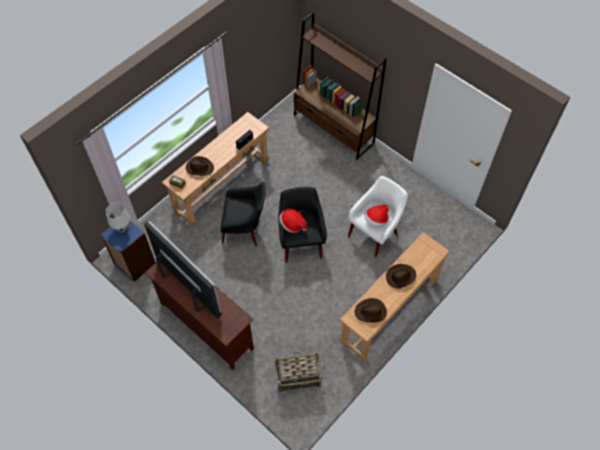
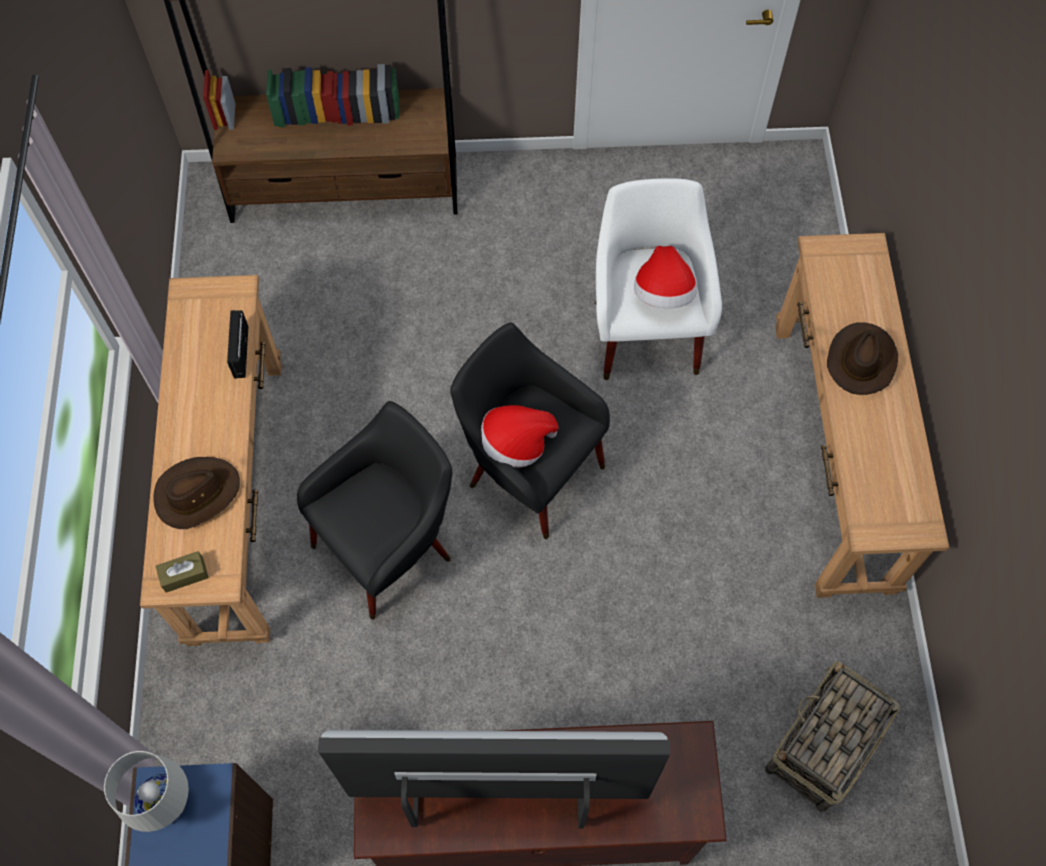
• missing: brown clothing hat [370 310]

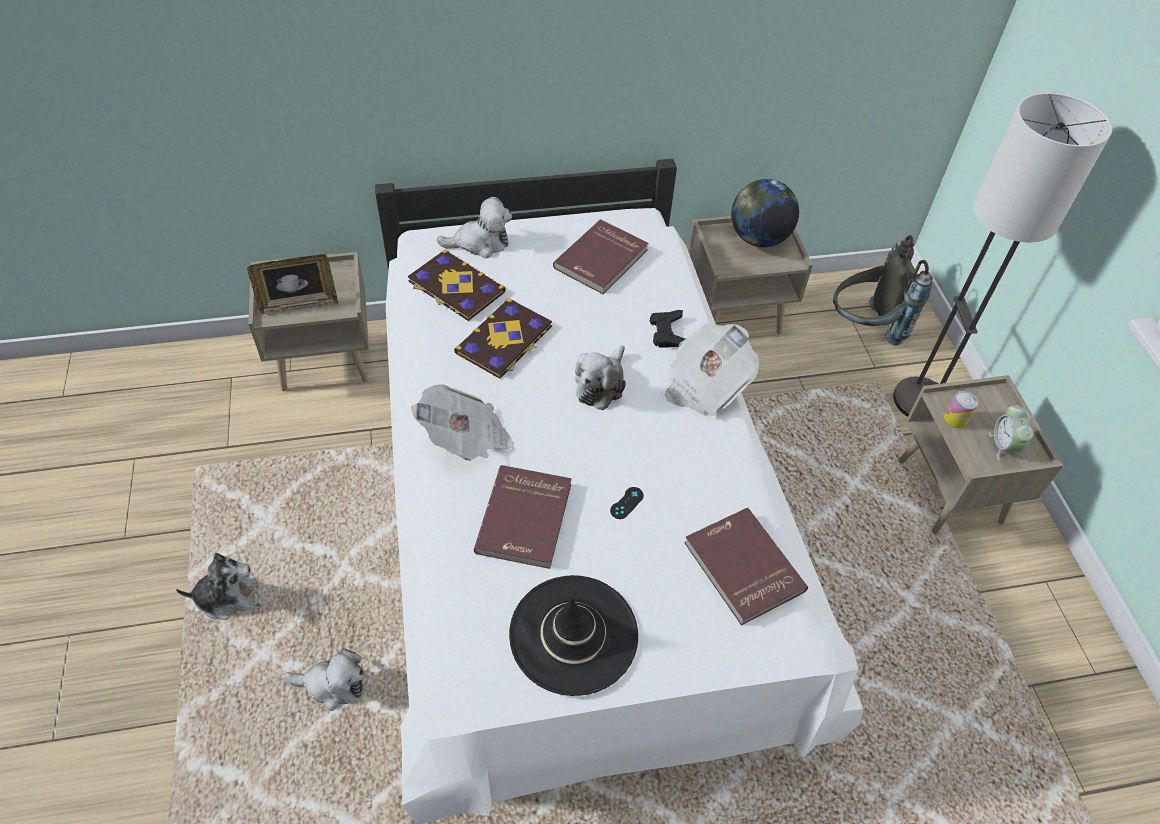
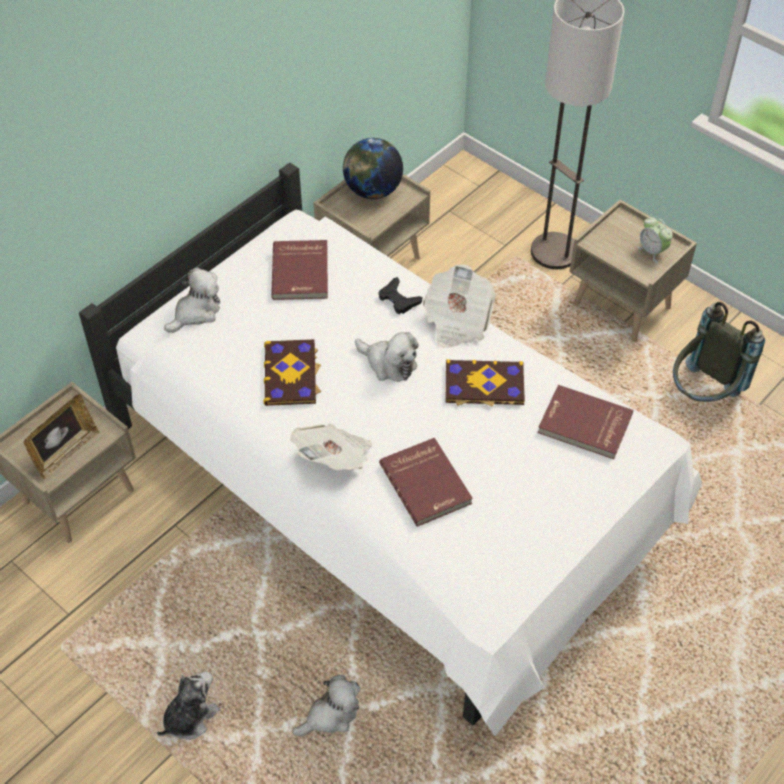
• spun: cuddly toy [600 377] = [387 357] 45 degrees counterclockwise
• relocated: volume [457 285] to [485 382]
• relocated: greyish rucksack [883 290] to [719 352]
• missing: blackish clothing hat [573 635]
• missing: blackish game controller [627 503]
• missing: sealed can [961 409]

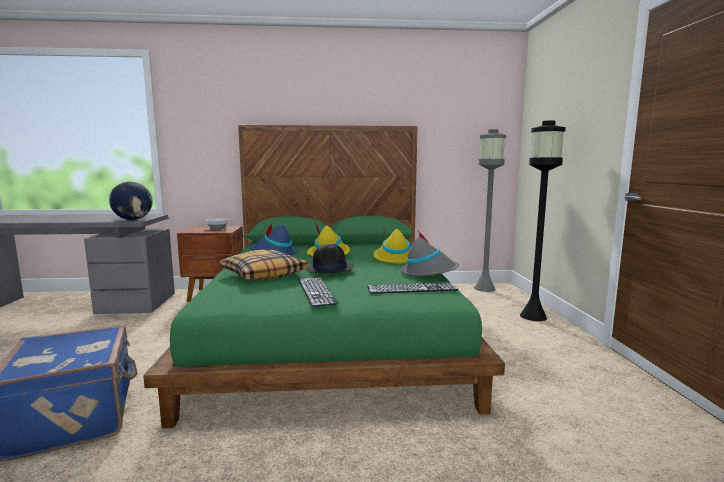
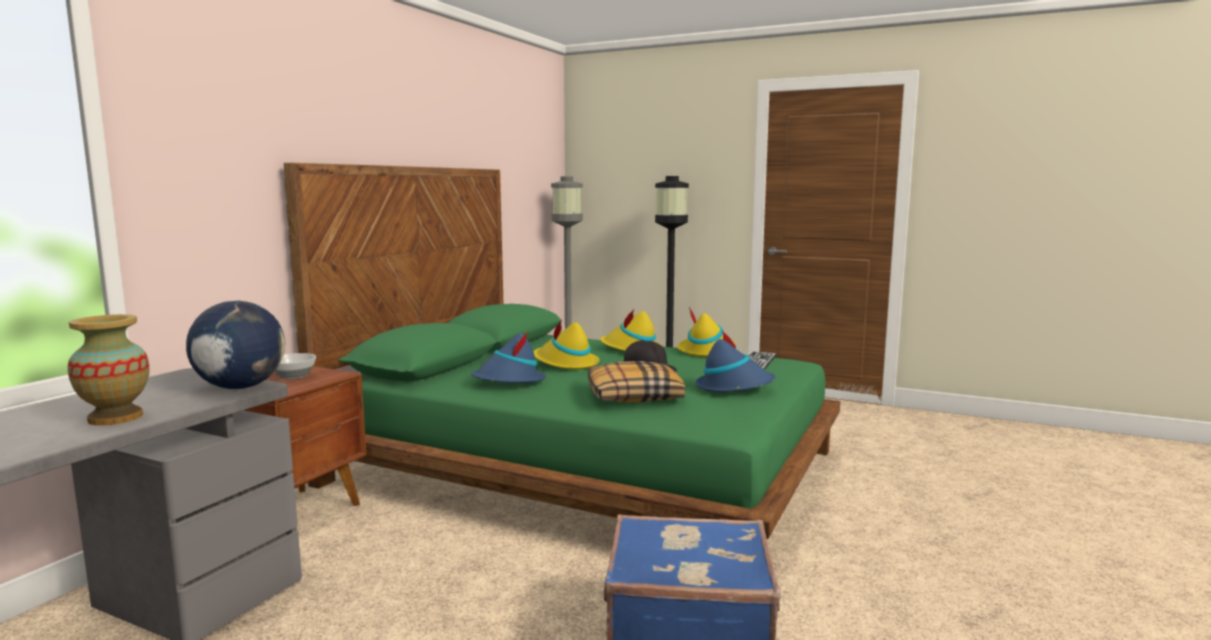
• appeared: flower vase [109 370]
• colour: greyish clothing hat [430 253] to yellow clothing hat [706 332]
• exchanged: PC keyboard [318 292] to bluish clothing hat [735 360]

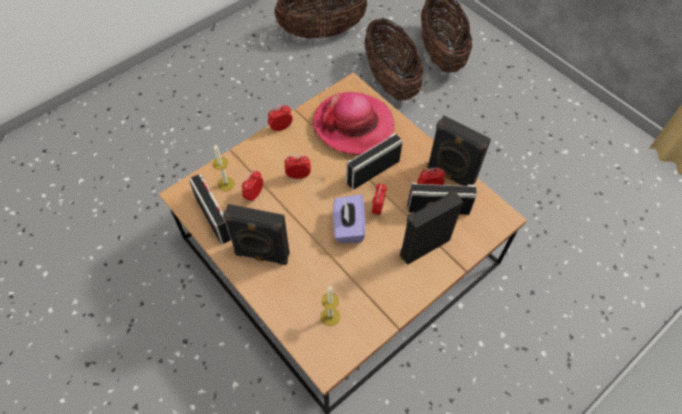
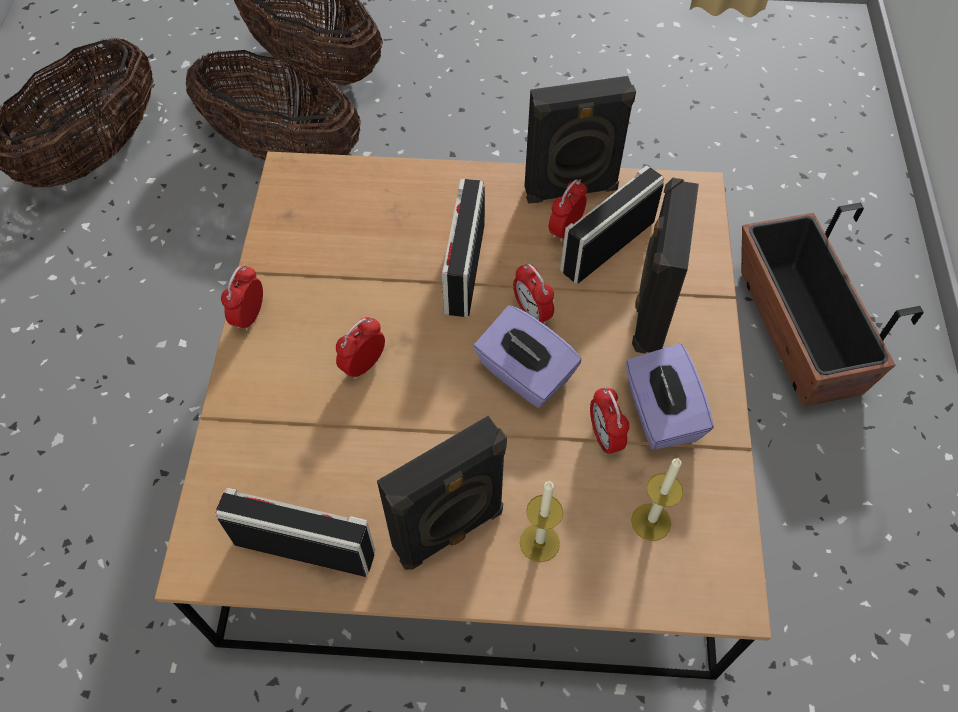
• relocated: candle [224 168] to [541 521]
• relocated: bedside clock [252 186] to [609 421]
• appeared: purplish tissue holder [669 396]
• appeared: flower pot [832 304]
• missing: clothing hat [354 123]

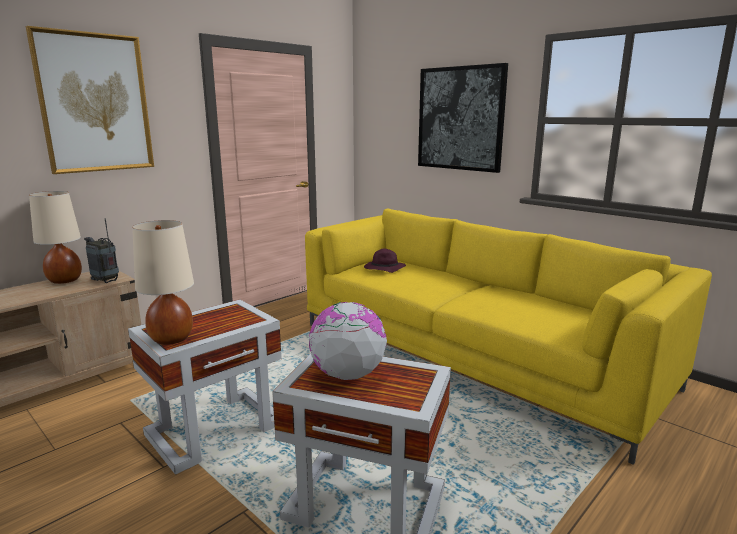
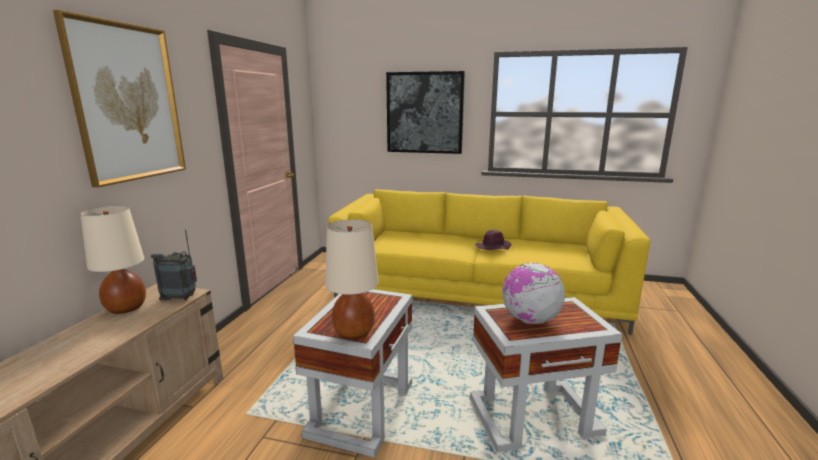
• relocated: purplish clothing hat [385 261] to [494 240]

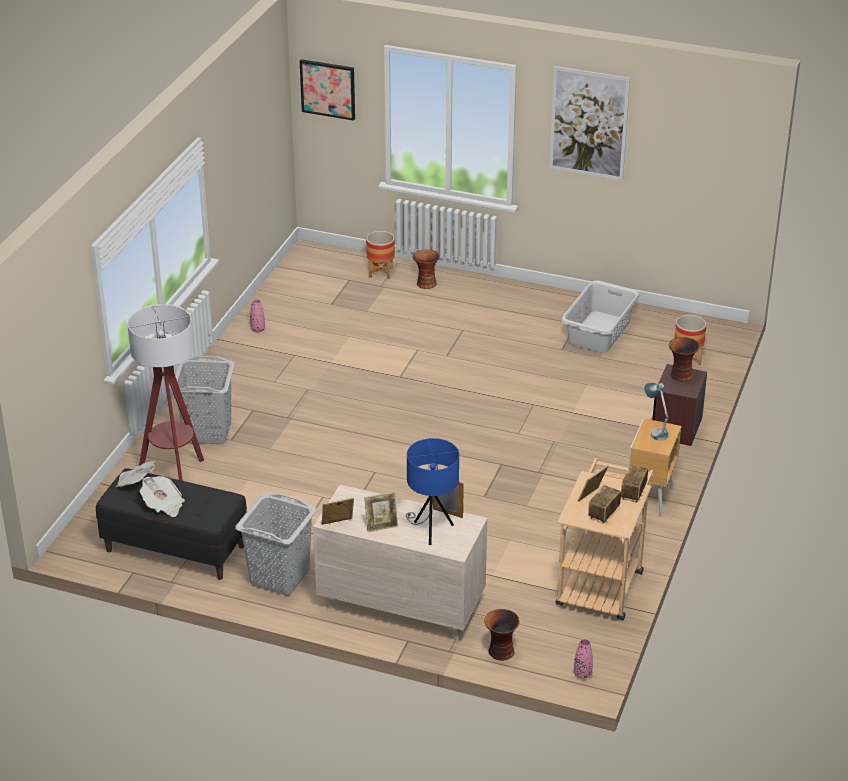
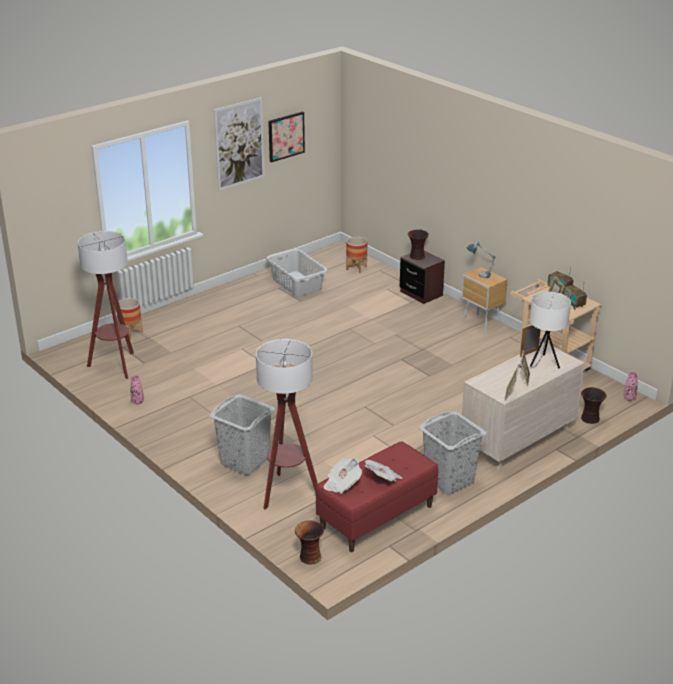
• appeared: floor lamp [106 305]
• relocated: wall picture [327 90] to [286 137]
• relocated: flower vase [426 269] to [309 543]
• colour: blackish indoor bench [171 524] to red indoor bench [377 496]
• colour: bluish tabletop lamp [432 491] to whitish tabletop lamp [544 330]

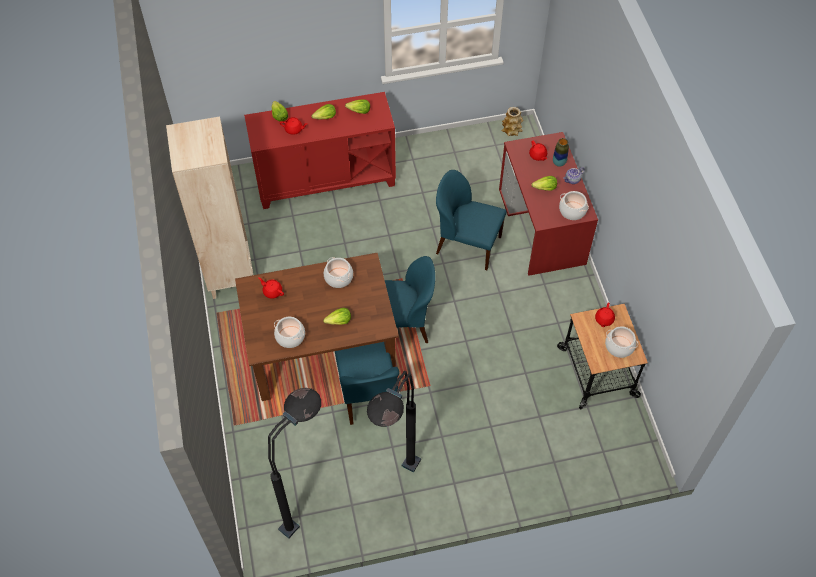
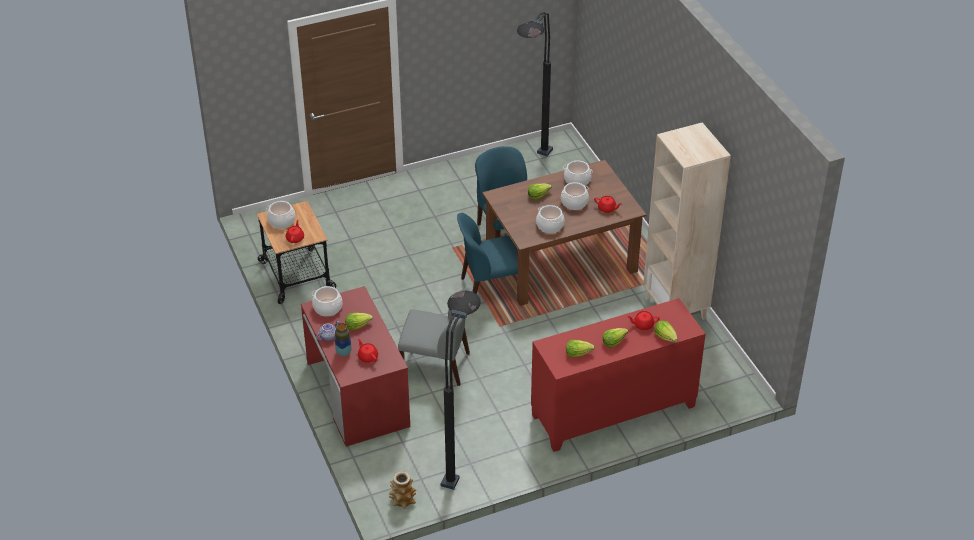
• colour: bluish plain chair [471 220] to greyish plain chair [435 337]
• relocated: blackish floor lamp [394 422] to [461 390]
• appeared: stockpot [575 196]

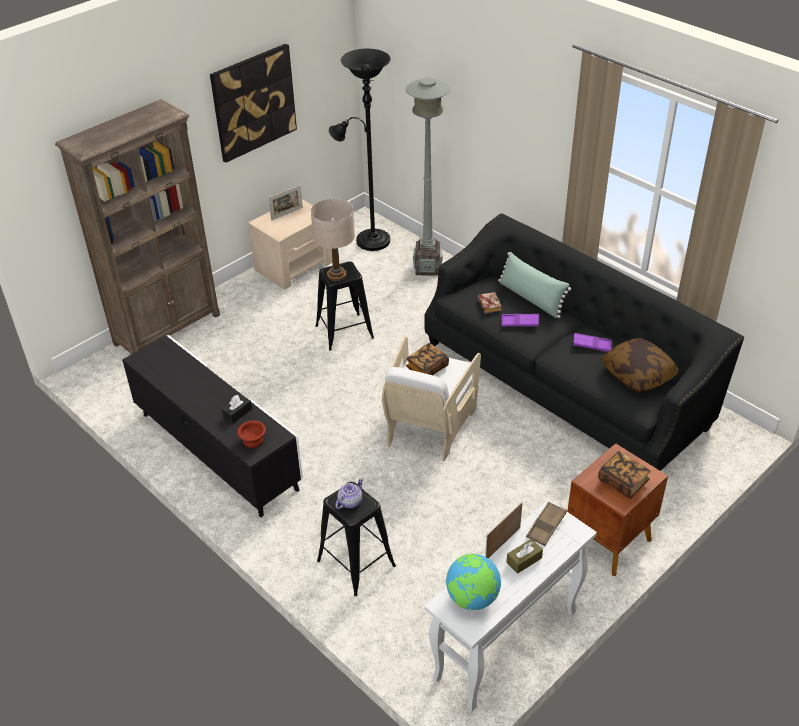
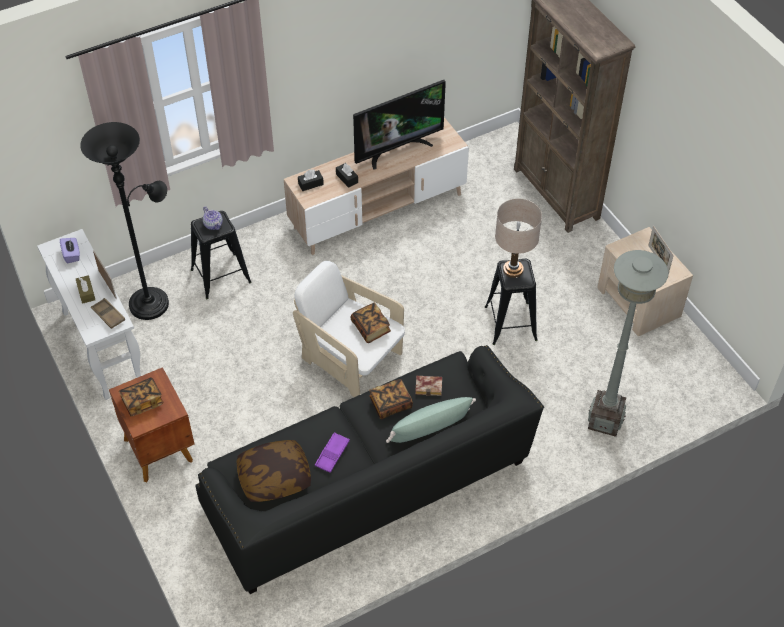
• exchanged: desk globe [473 582] to purplish tissue holder [70 250]
• relocated: blackish floor lamp [359 150] to [124 221]
• colour: blackish media console [212 426] to beige-coloured media console [376 186]
• exchanged: brown serving bowl [251 434] to blackish tissue holder [311 180]
• appeared: TV set [399 125]
• exchanged: purplish carrying tray [520 320] to volume [391 399]
• missing: wall picture [253 103]

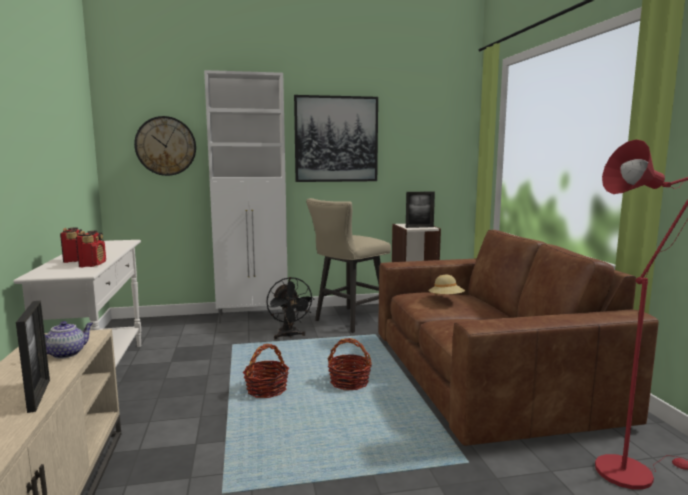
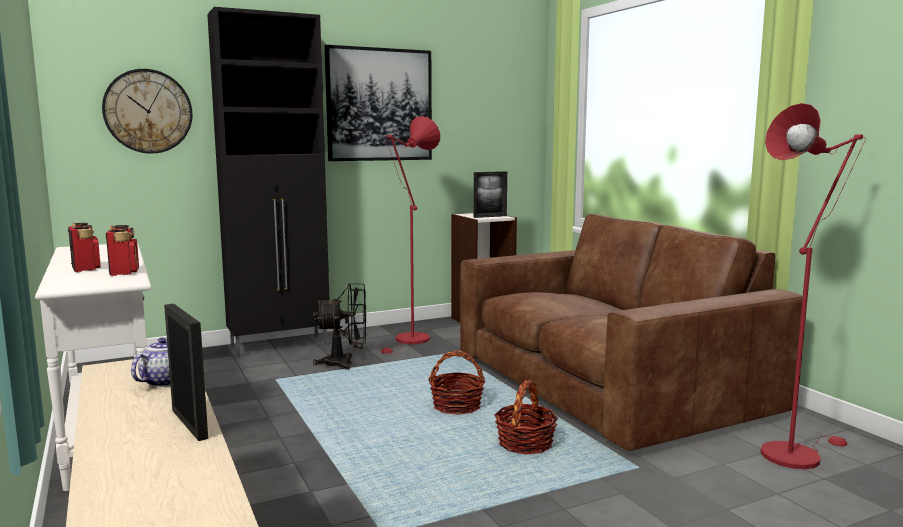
• colour: whitish storage cabinet [246 197] to blackish storage cabinet [268 182]
• spun: blackish fan [290 308] = [339 327] 60 degrees counterclockwise
• exchanged: beige-coloured stool [348 265] to red floor lamp [410 235]
• relocated: basket [266 371] to [526 417]
• missing: beige-coloured clothing hat [446 285]

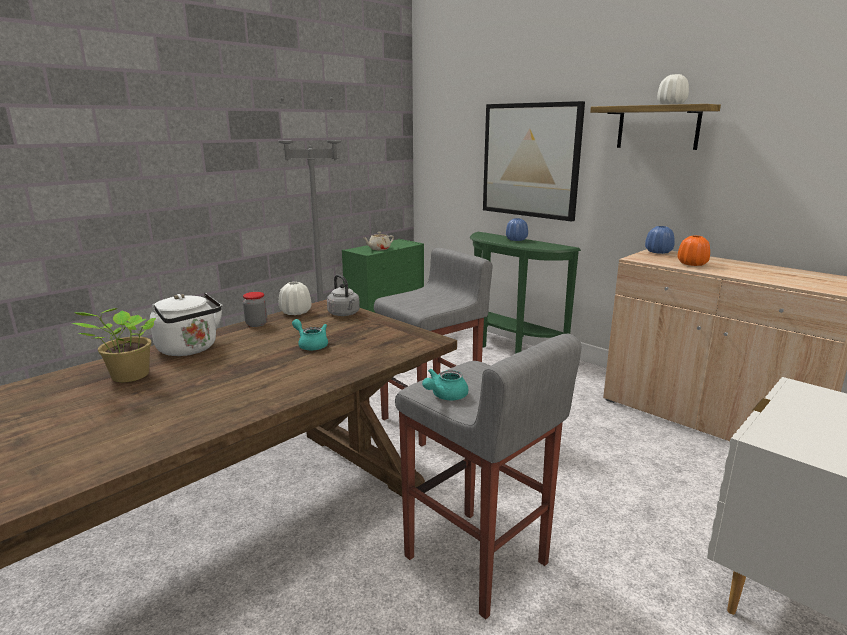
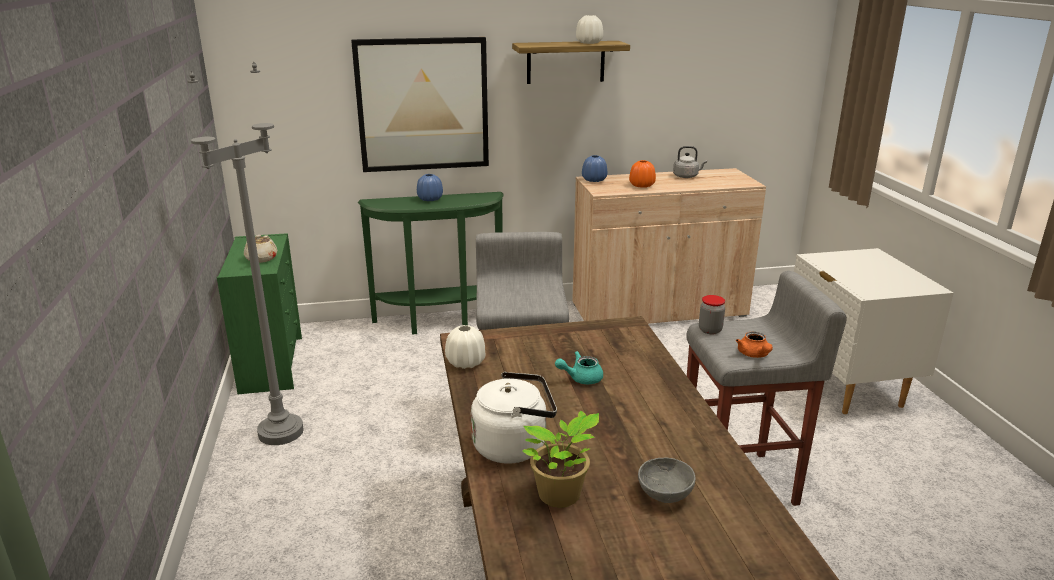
• appeared: greyish serving bowl [667 480]
• relocated: greyish tea kettle [343 295] to [690 162]
• relocated: storage jar [255 309] to [712 314]
• colour: blue-green pot for tea [445 384] to orange pot for tea [754 345]

